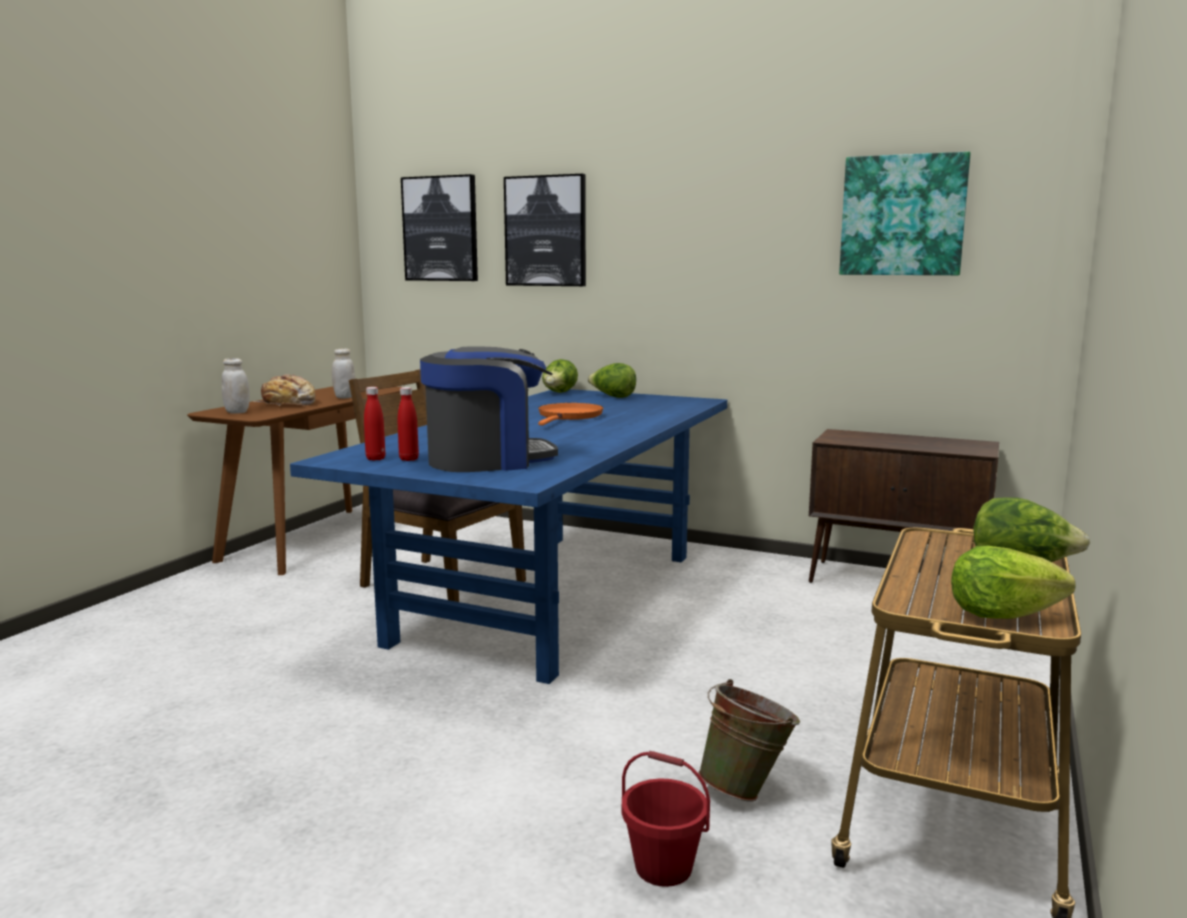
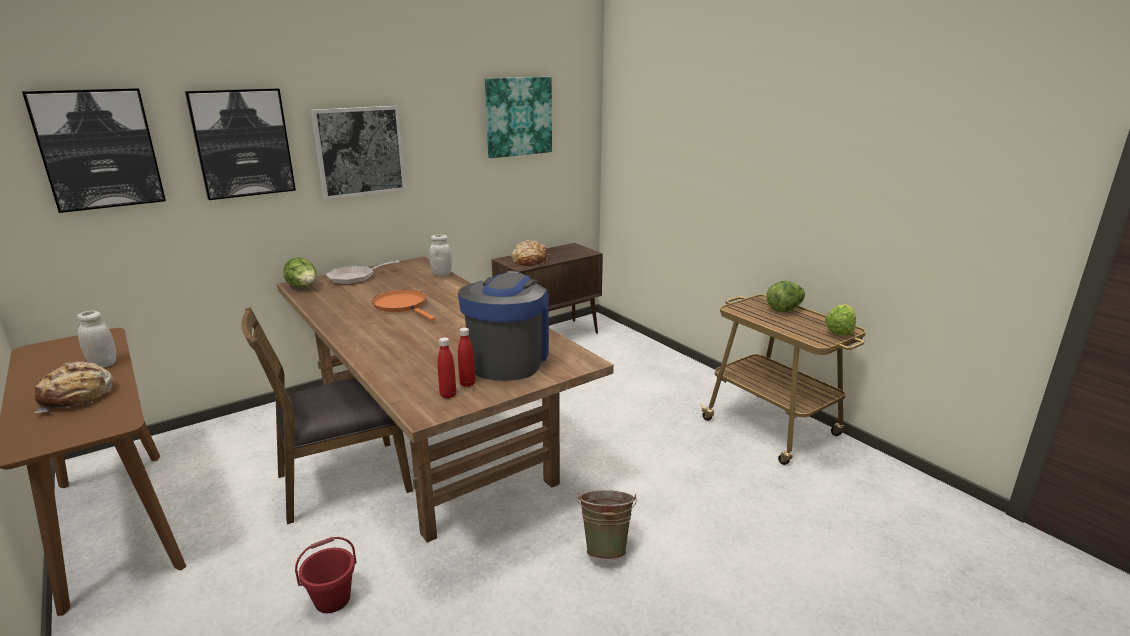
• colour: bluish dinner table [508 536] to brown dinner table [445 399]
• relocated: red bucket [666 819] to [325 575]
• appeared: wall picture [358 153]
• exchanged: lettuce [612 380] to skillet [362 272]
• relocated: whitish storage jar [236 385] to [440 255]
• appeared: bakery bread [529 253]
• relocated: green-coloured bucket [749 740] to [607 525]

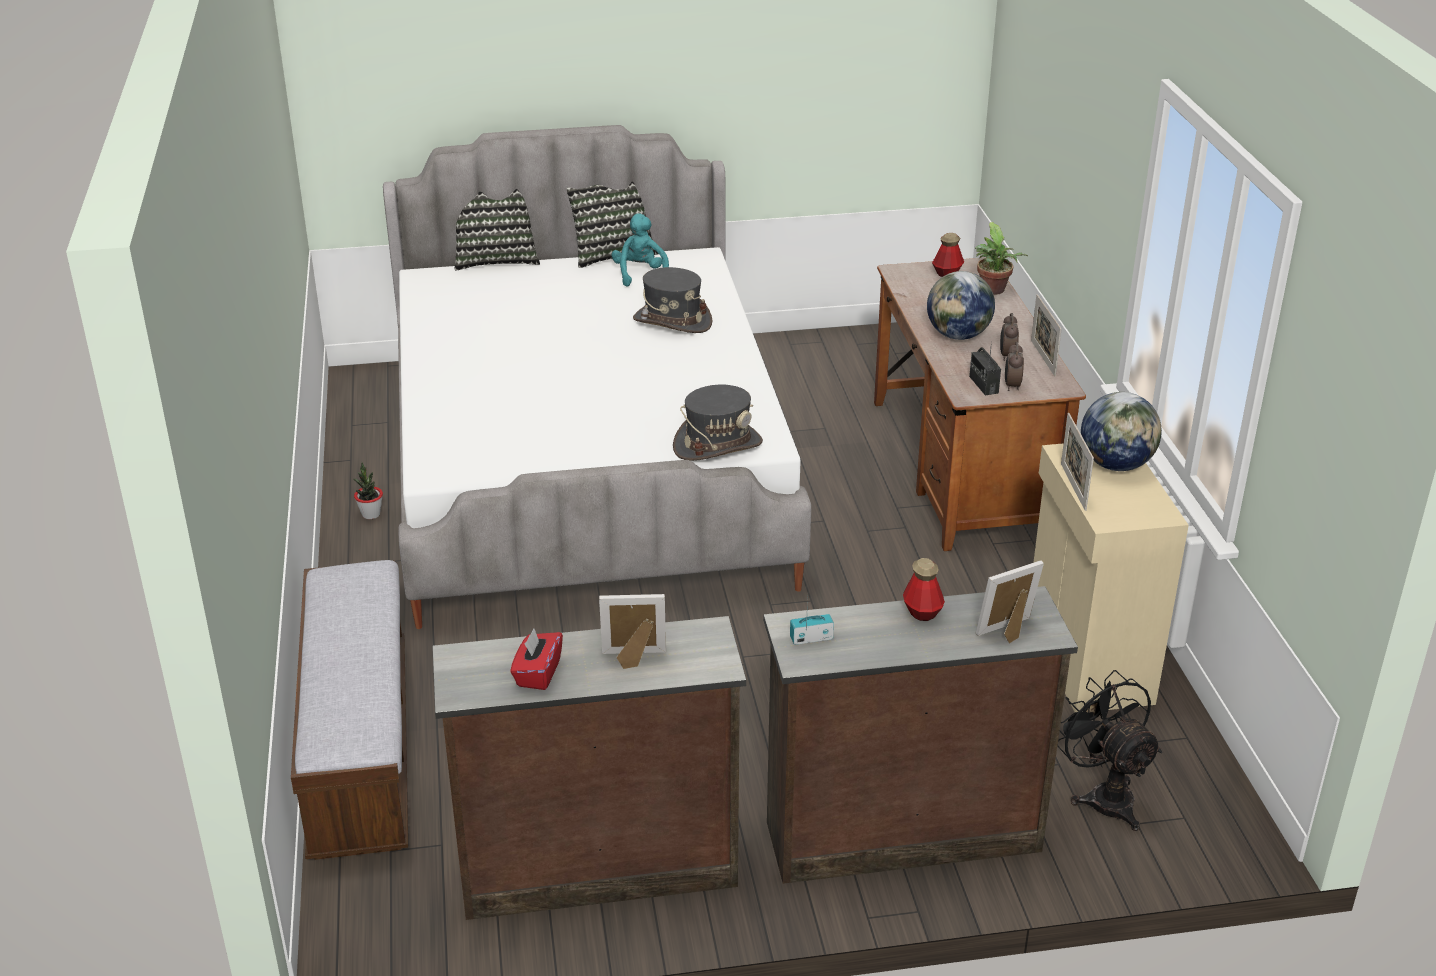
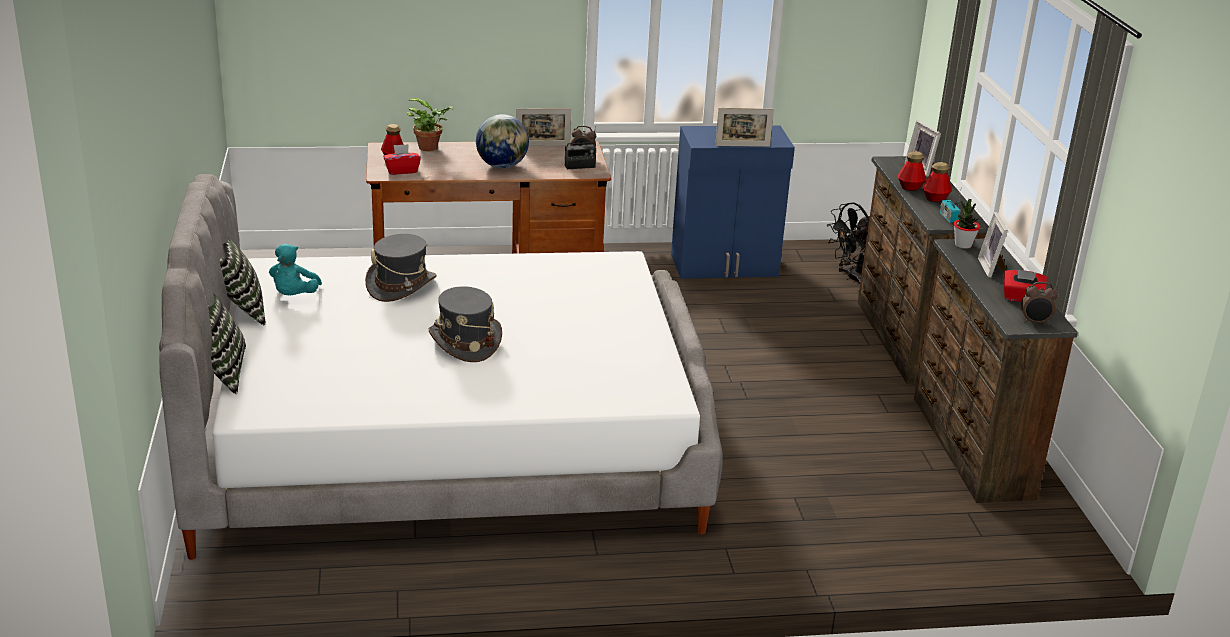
• spun: blue-green cuddly toy [640 250] = [295 269] 75 degrees counterclockwise
• appeared: red tissue holder [402 159]
• relocated: greyish clothing hat [718 423] to [465 324]
• colour: beige-coloured storage cabinet [1111 577] to bluish storage cabinet [733 202]
• appeared: bottle [937 182]
• relocated: houseplant [368 490] to [967 224]
• relocated: bedside clock [1009 337] to [1039 303]
• missing: indoor bench [349 710]
• missing: desk globe [1121 431]

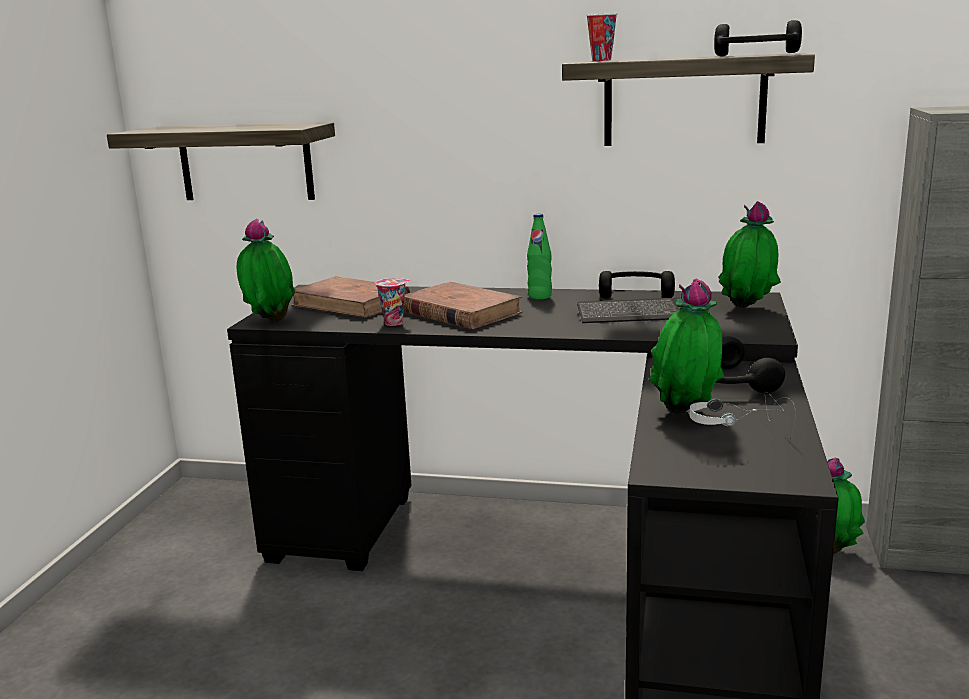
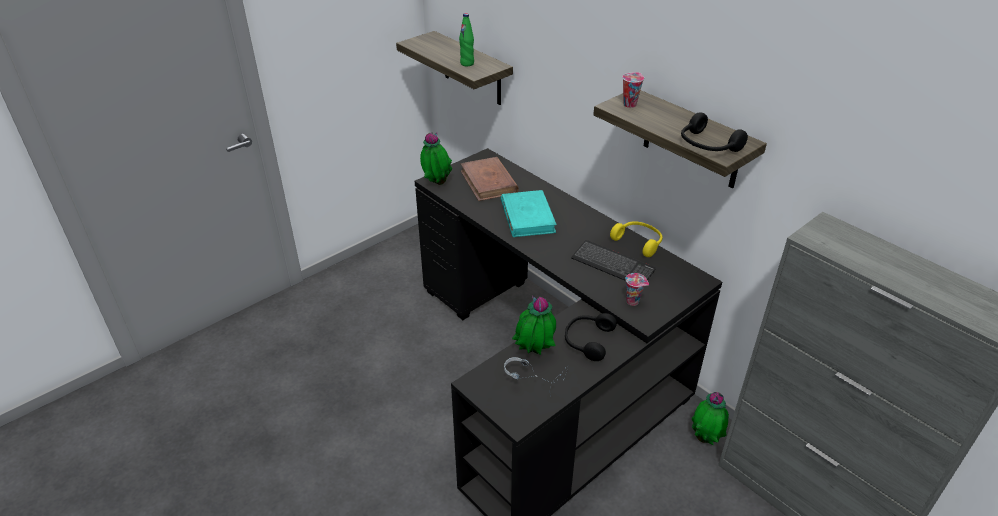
• relocated: green-coloured bottle [539 256] to [466 39]
• colour: brown volume [463 306] to blue-green volume [529 213]
• colour: blackish pair of headphones [637 285] to yellow pair of headphones [636 239]
• relocated: drinking cup [394 302] to [637 289]
• missing: houseplant [749 254]

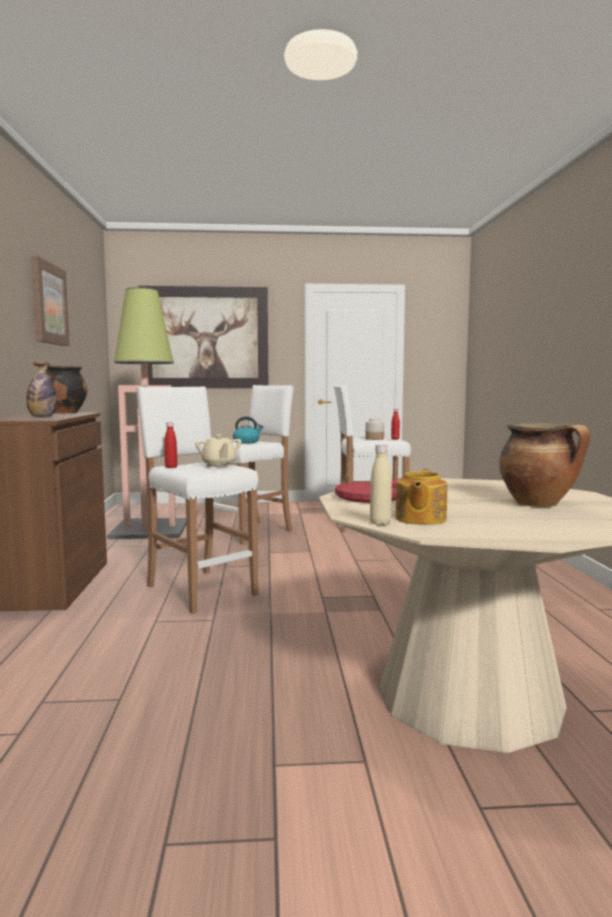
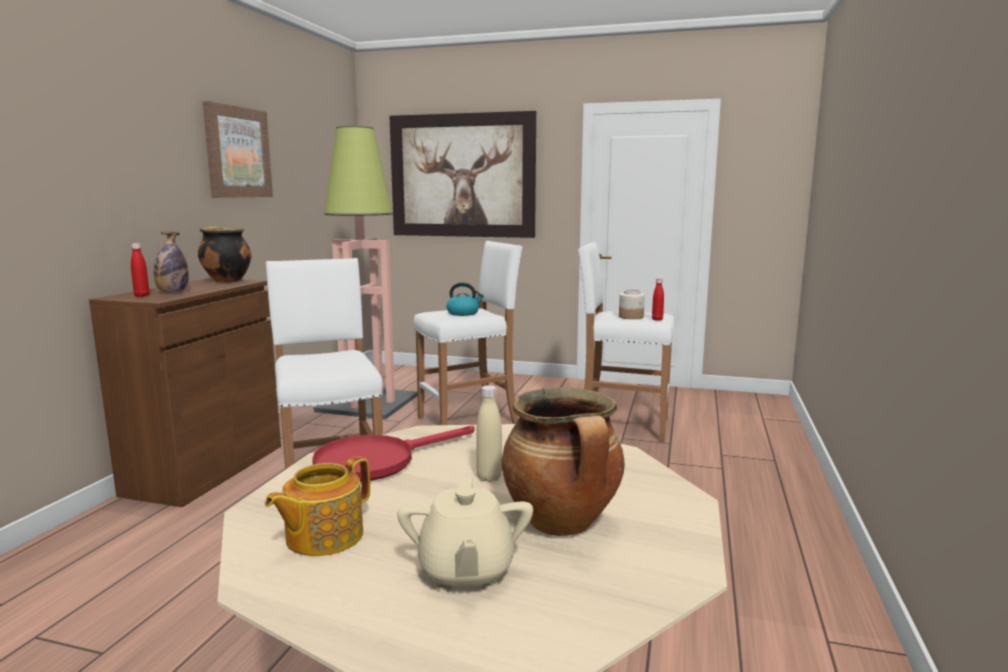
• relocated: red bottle [170 445] to [140 270]
• relocated: beige-coloured pot for tea [218 451] to [465 534]
• relocated: beige-coloured bottle [381 484] to [489 433]

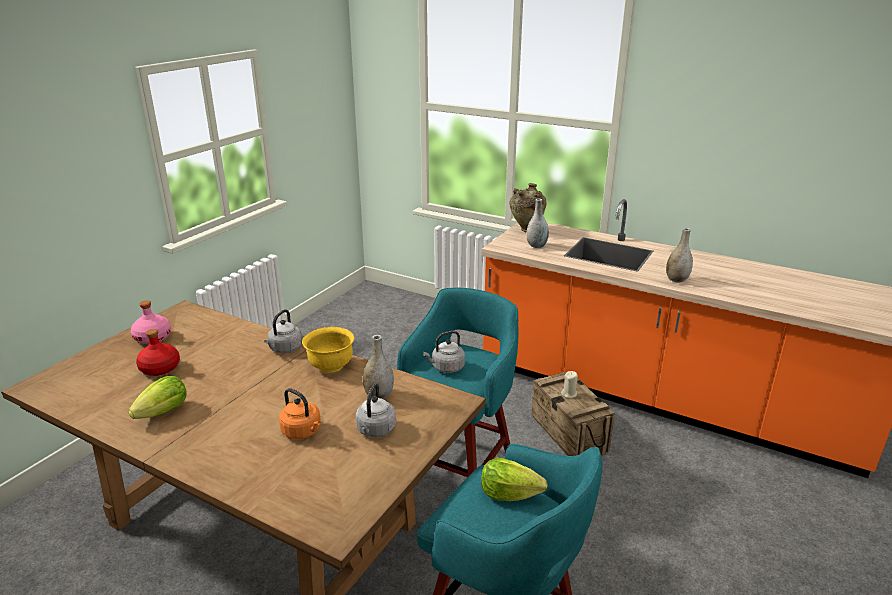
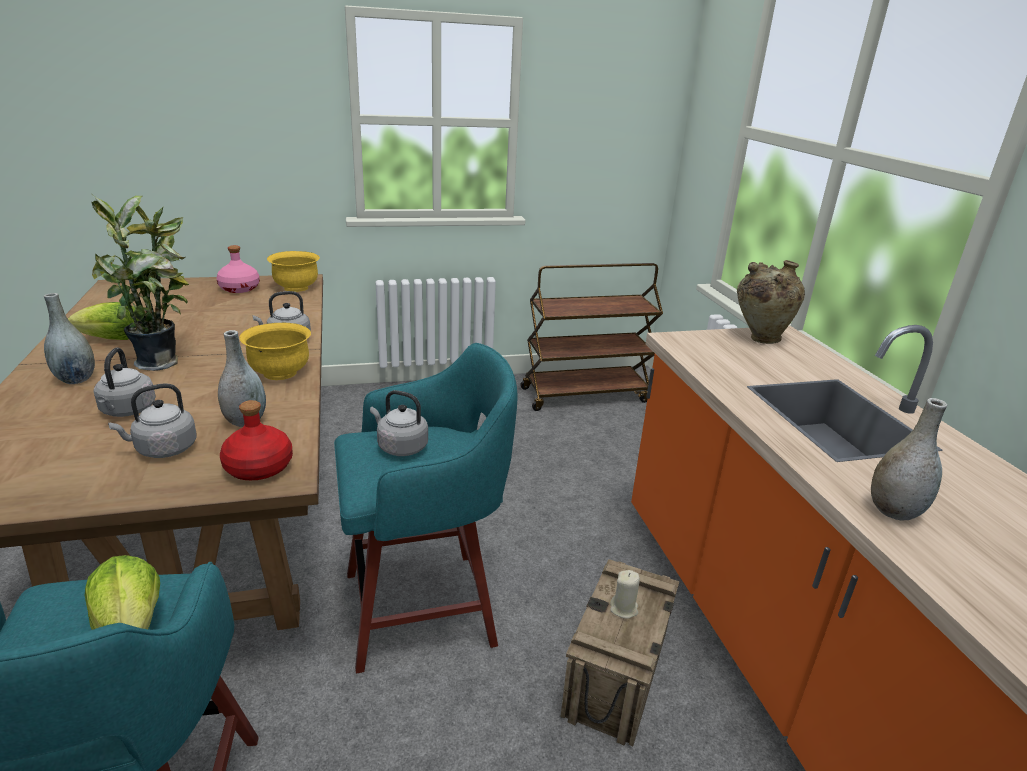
• relocated: greyish flower vase [538 223] to [69 338]
• appeared: houseplant [140 283]
• colour: orange tea kettle [300 413] to greyish tea kettle [125 382]
• relocated: red bottle [158 352] to [256 440]
• appeared: yellow serving bowl [293 271]
• appeared: brown wheeled cart [591 337]

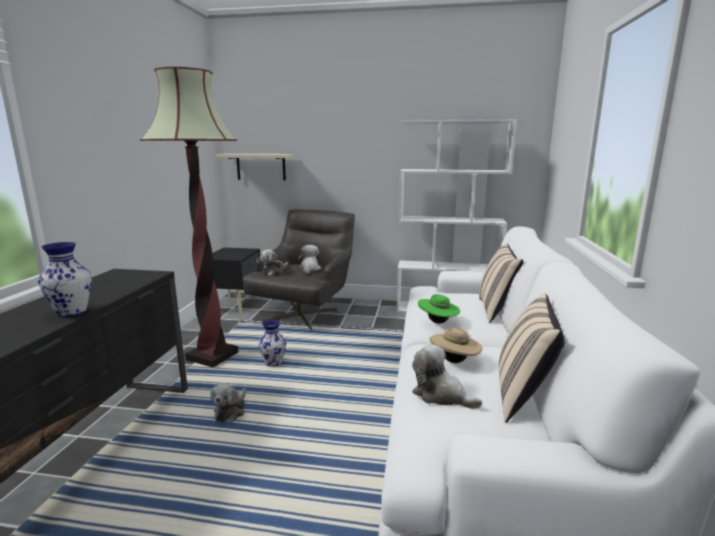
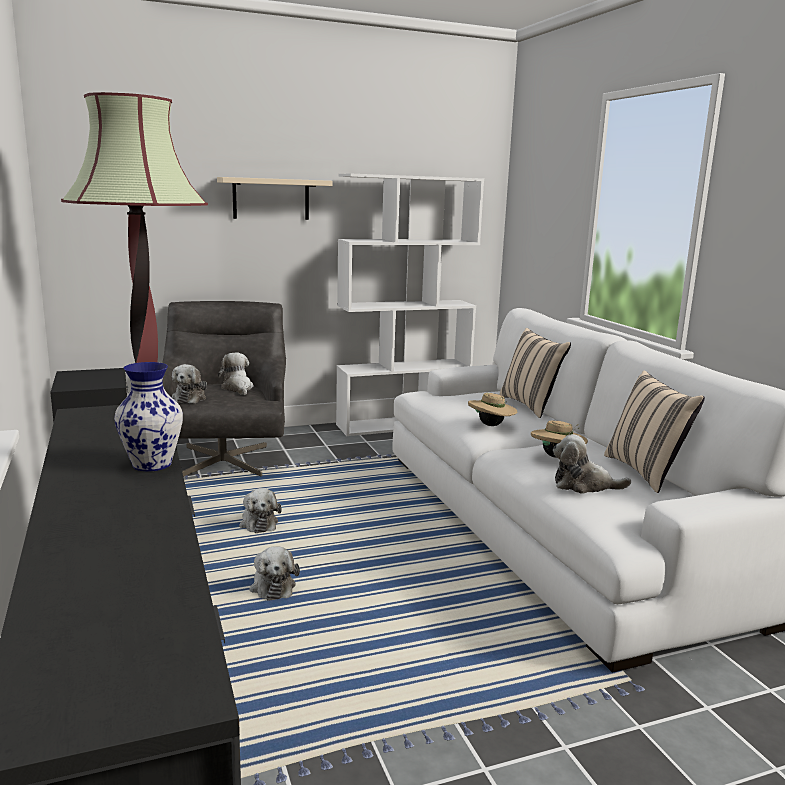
• relocated: beige-coloured bracket shelf [255 167] to [274 198]
• exchanged: flower vase [272 343] to cuddly toy [260 510]
• colour: green-coloured clothing hat [439 308] to beige-coloured clothing hat [492 409]

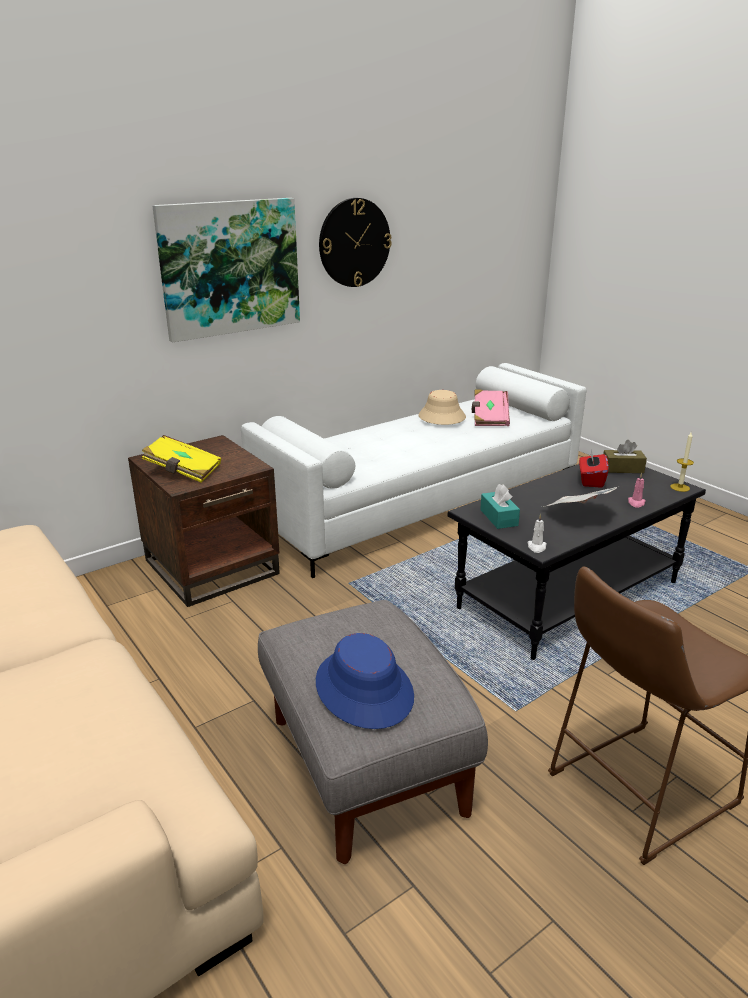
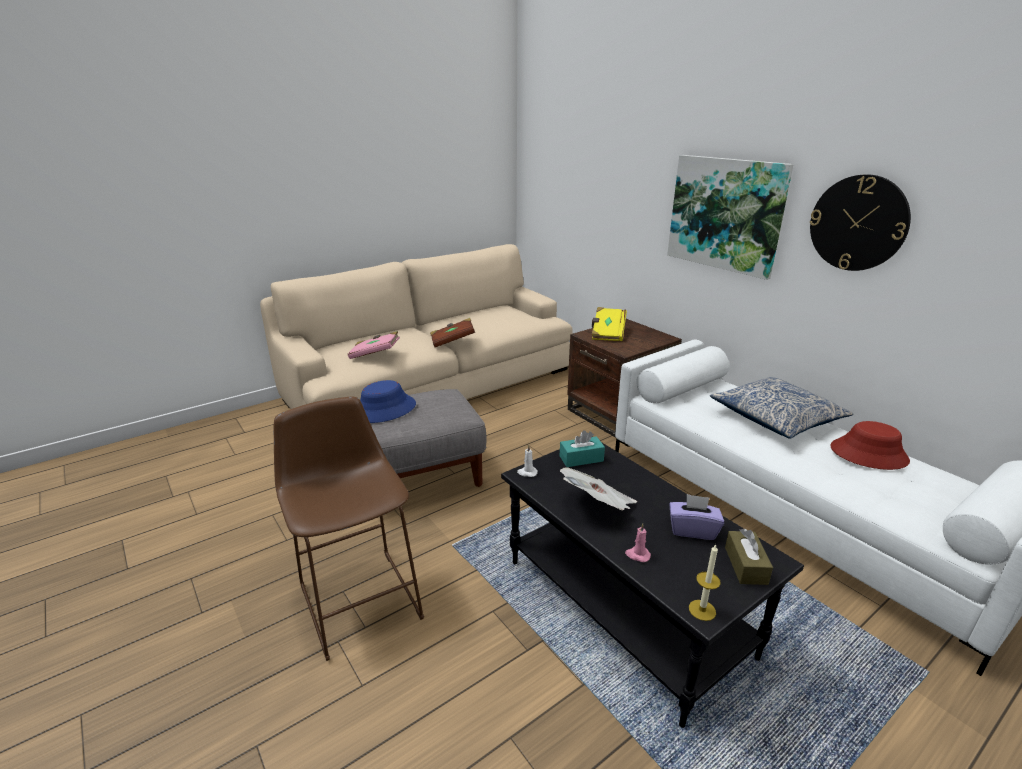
• relocated: pink-coloured volume [491 407] to [374 345]
• appeared: brown volume [452 332]
• colour: red tissue holder [594 468] to purplish tissue holder [696 517]
• appeared: throw pillow [781 408]
• colour: beige-coloured clothing hat [442 407] to red clothing hat [870 445]

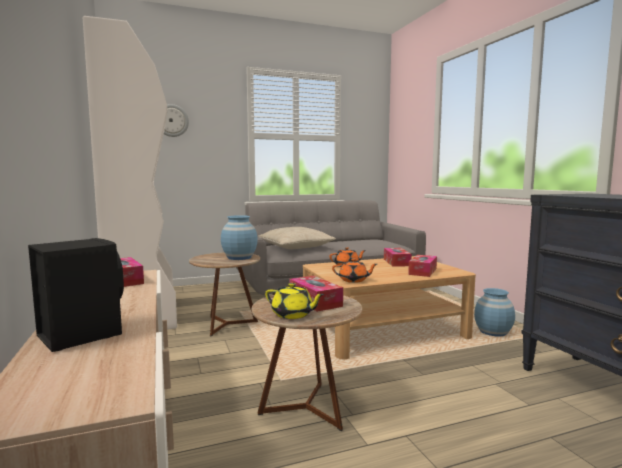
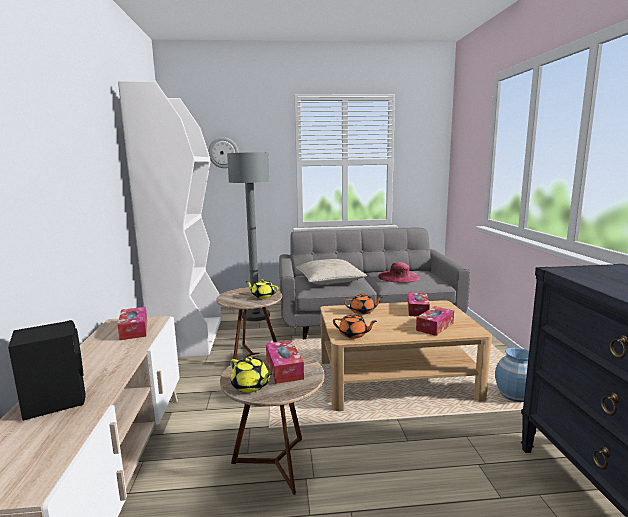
• appeared: greyish floor lamp [248 236]
• exchanged: bluish flower vase [239 237] to yellow pot for tea [261 289]
• appeared: pink-coloured clothing hat [399 272]

